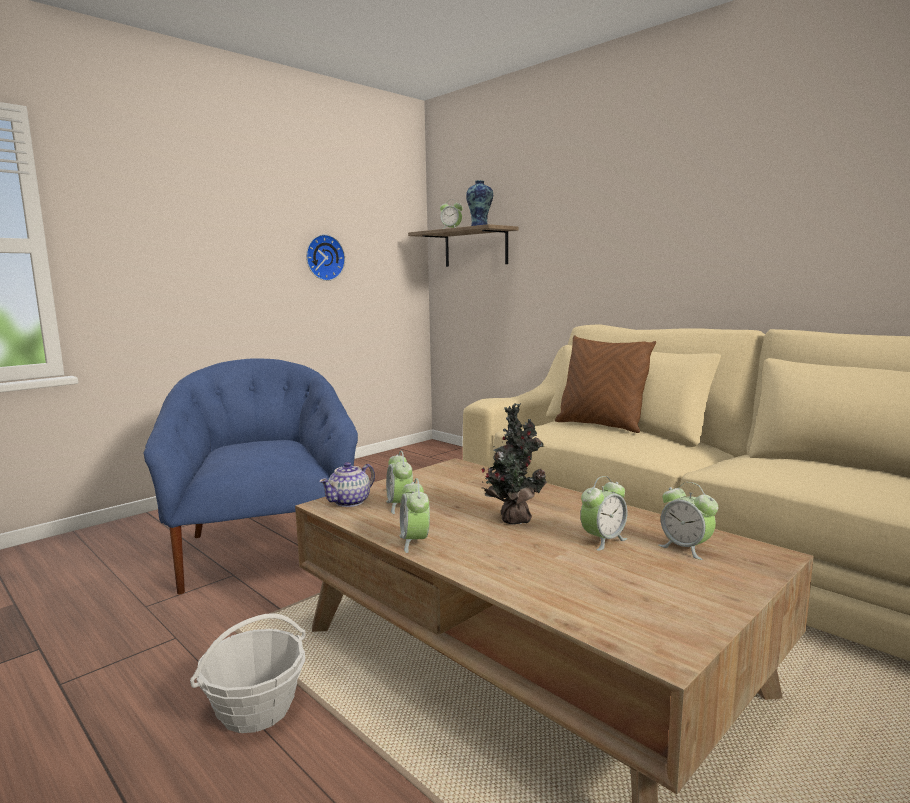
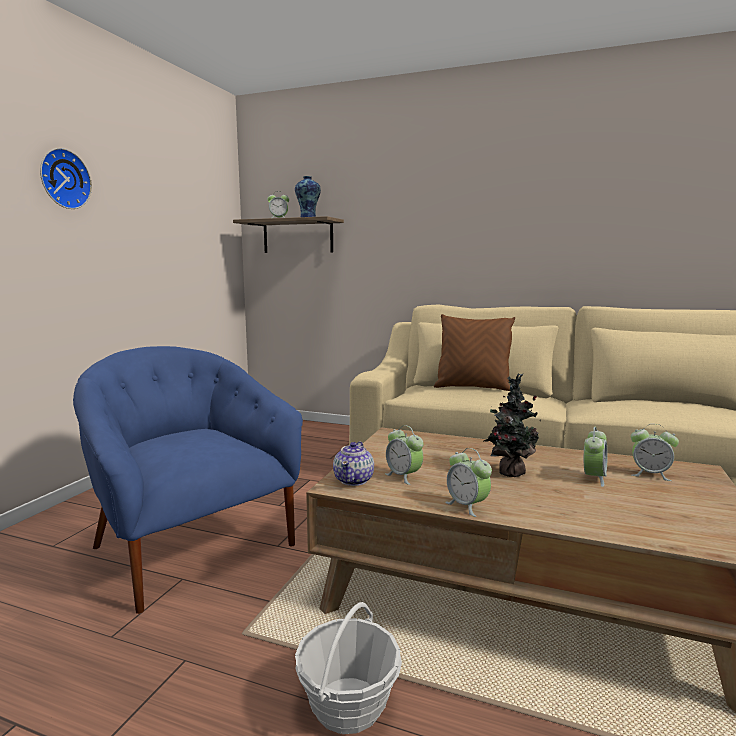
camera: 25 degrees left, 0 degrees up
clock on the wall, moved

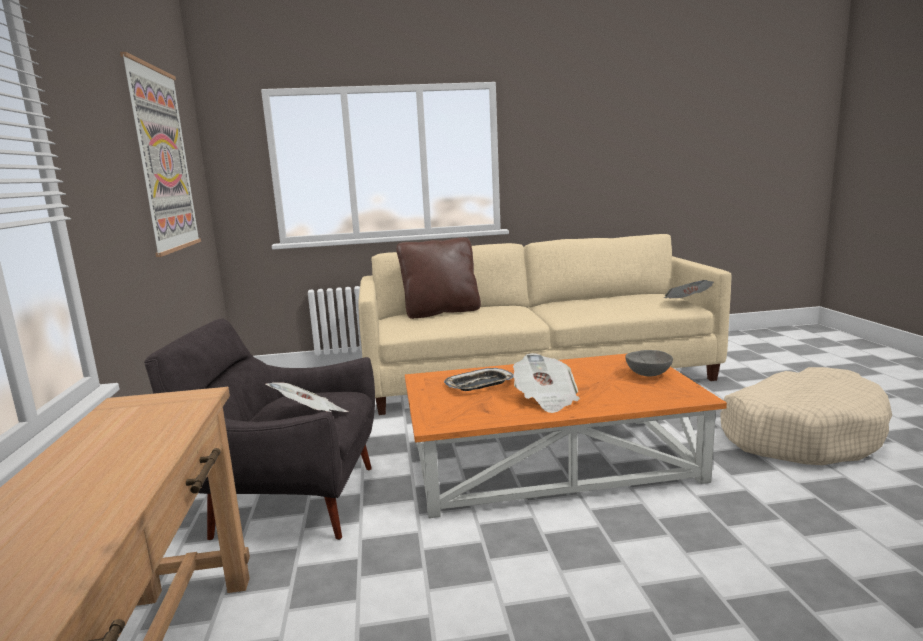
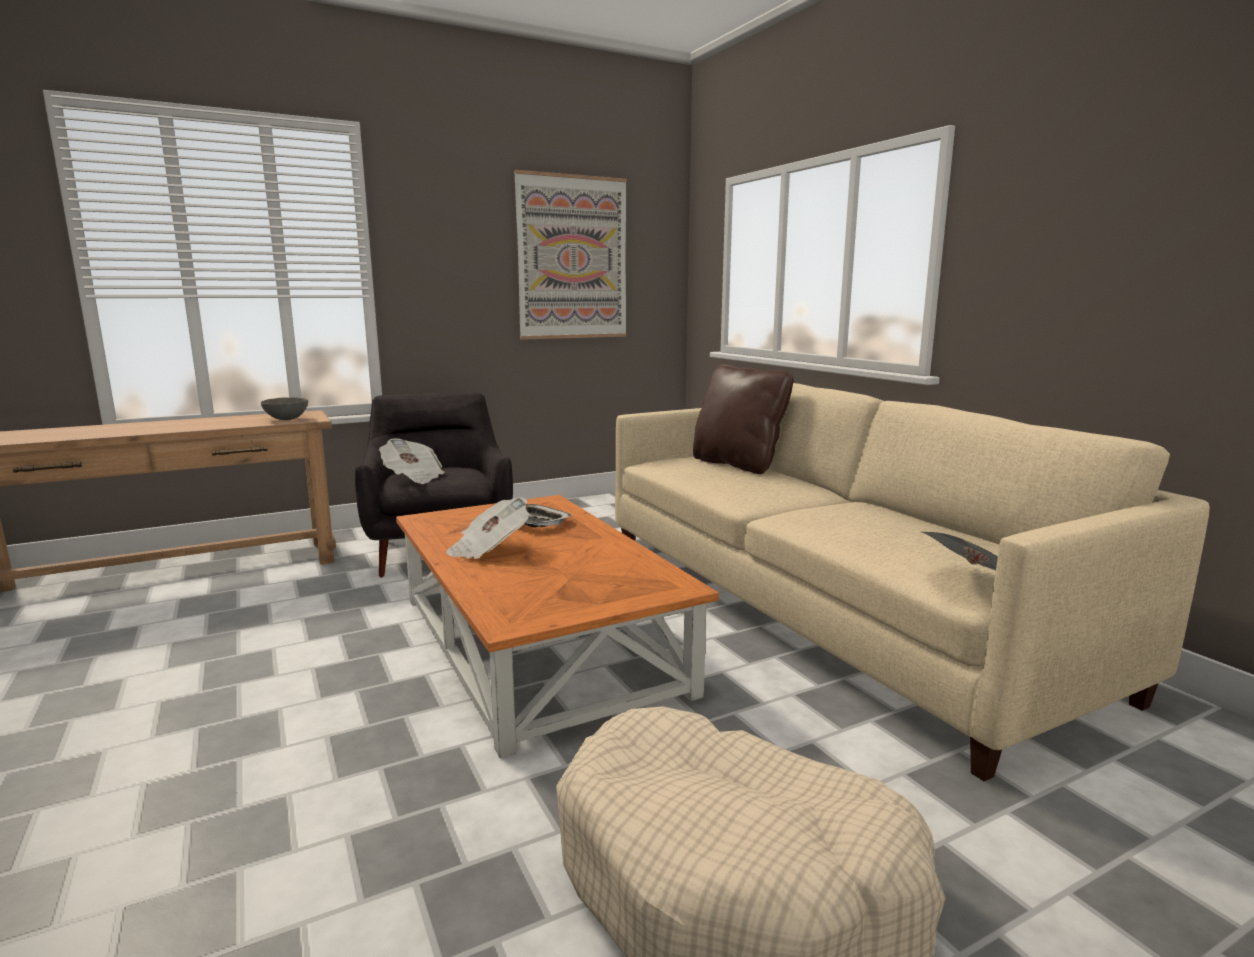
camera: 70 degrees right, 0 degrees up
serving bowl (grey), moved

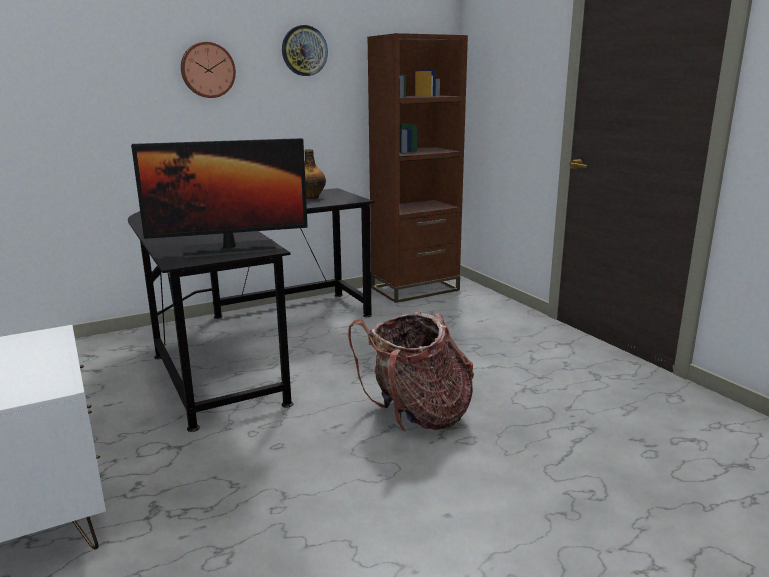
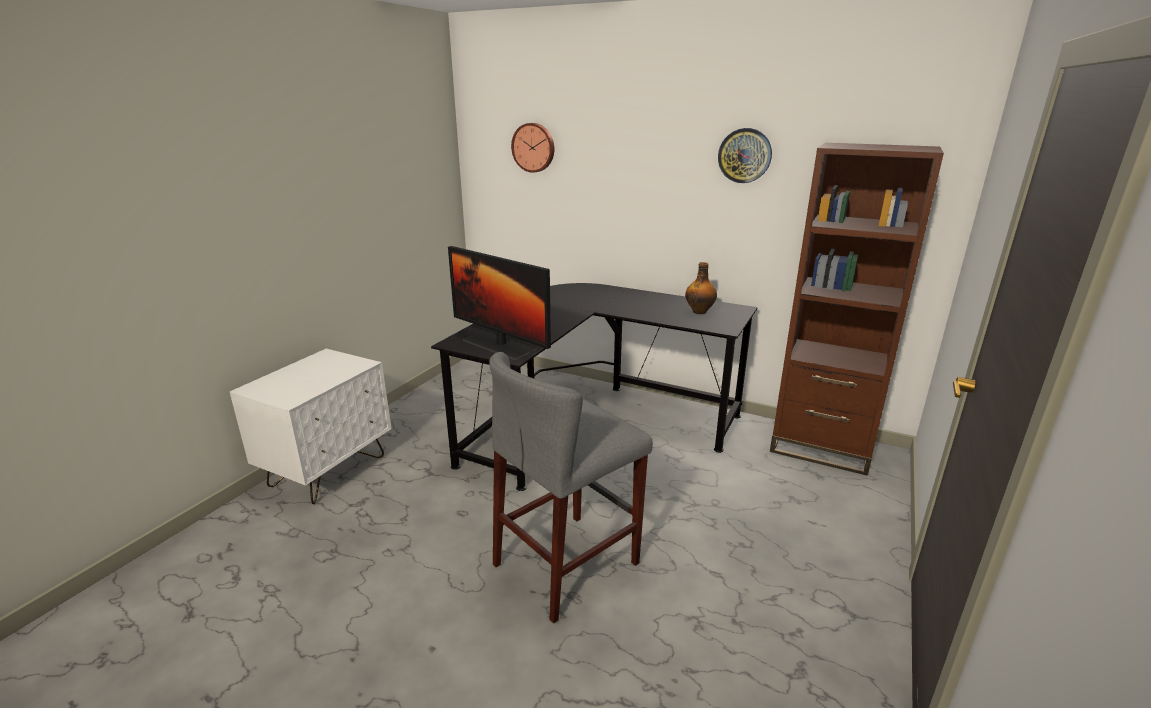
camera: 55 degrees right, 5 degrees up
clock on the wall (1st from left), moved
knapsack => stool seat (grey)

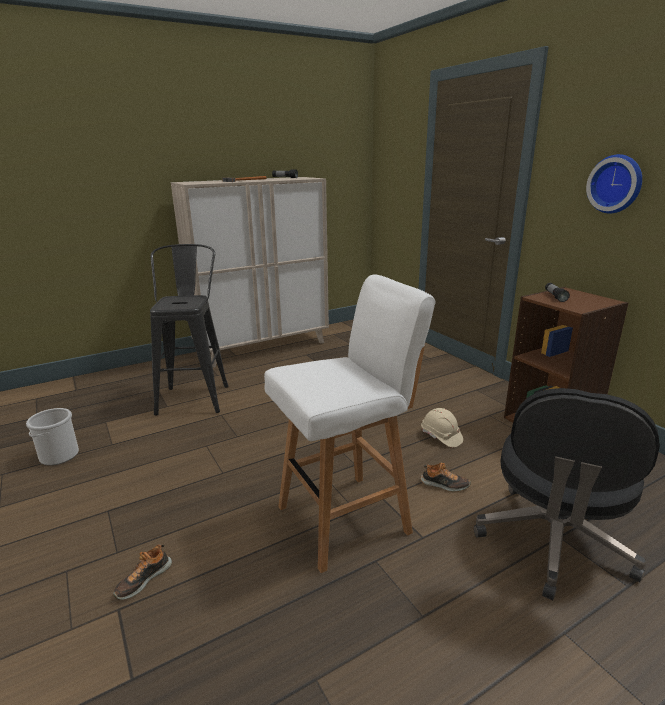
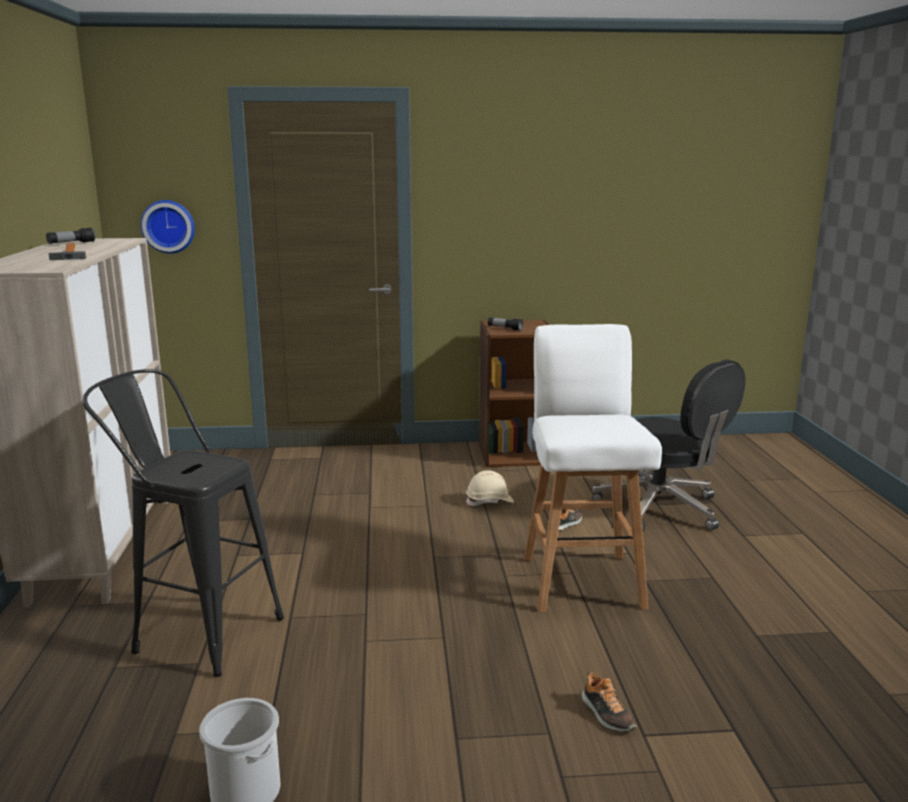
camera: 65 degrees left, 5 degrees down
clock on the wall, moved

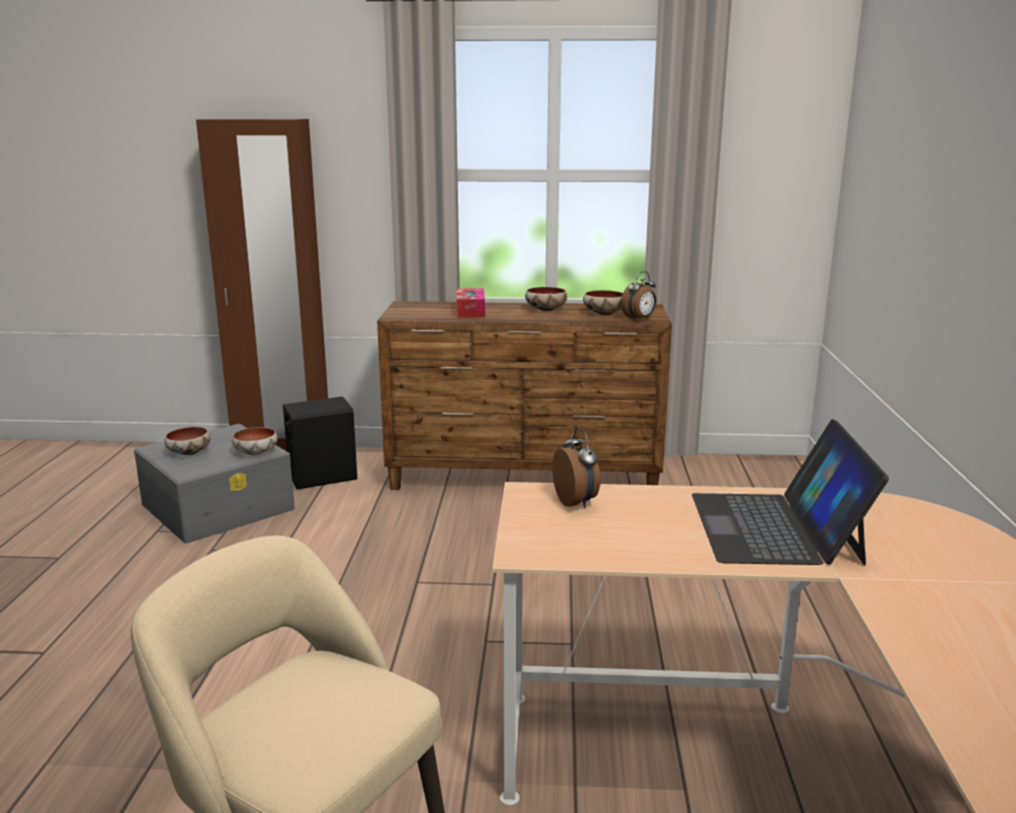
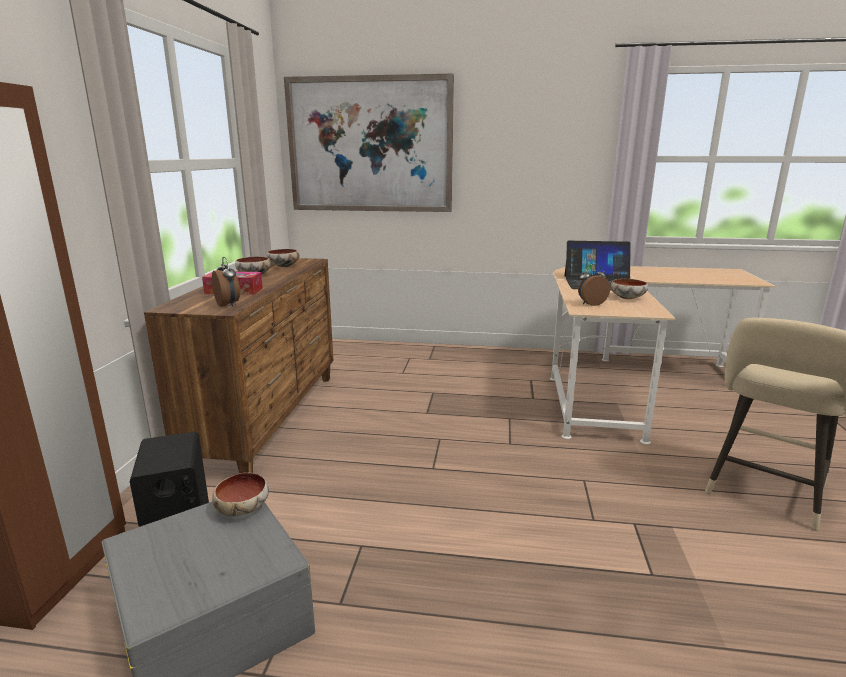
camera: 85 degrees left, 0 degrees up
serving bowl (1st from left in the first image) => serving bowl (4th from left), moved
table clock (2nd from left in the first image) => table clock (1st from left), moved
nothing => picture

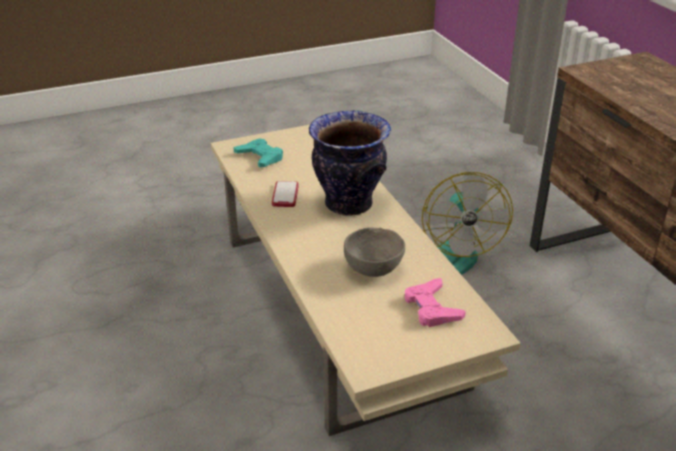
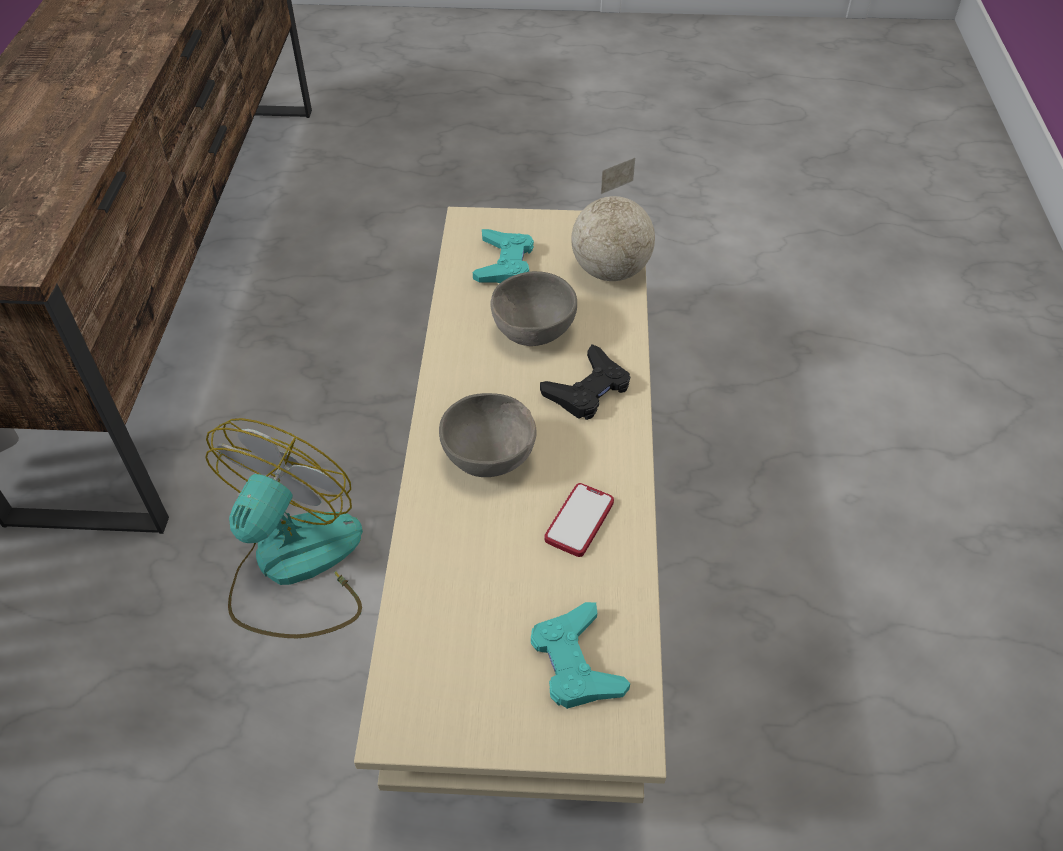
camera: 155 degrees left, 15 degrees up
decorative vase => serving bowl (grey) (1st from left)
joypad (pink) => joypad (blue-green) (1st from left)
nothing => joypad (black-coloured)
nothing => desk globe

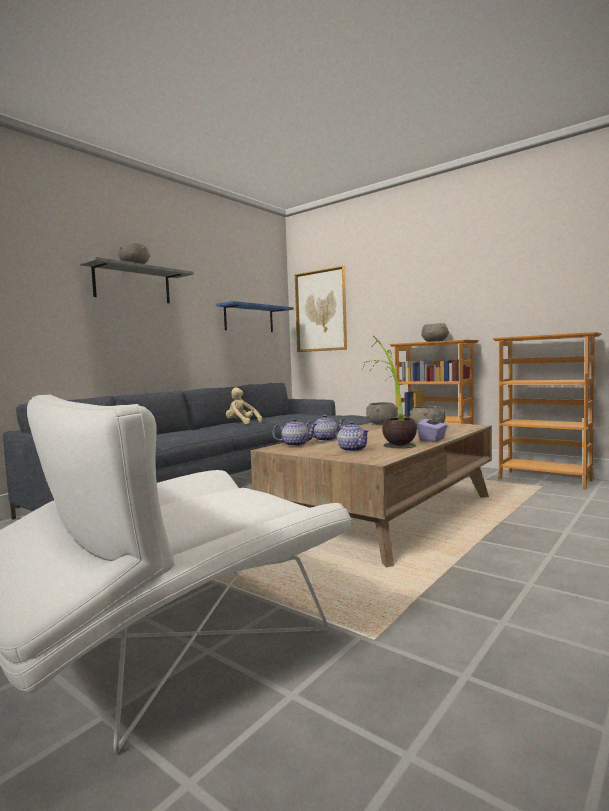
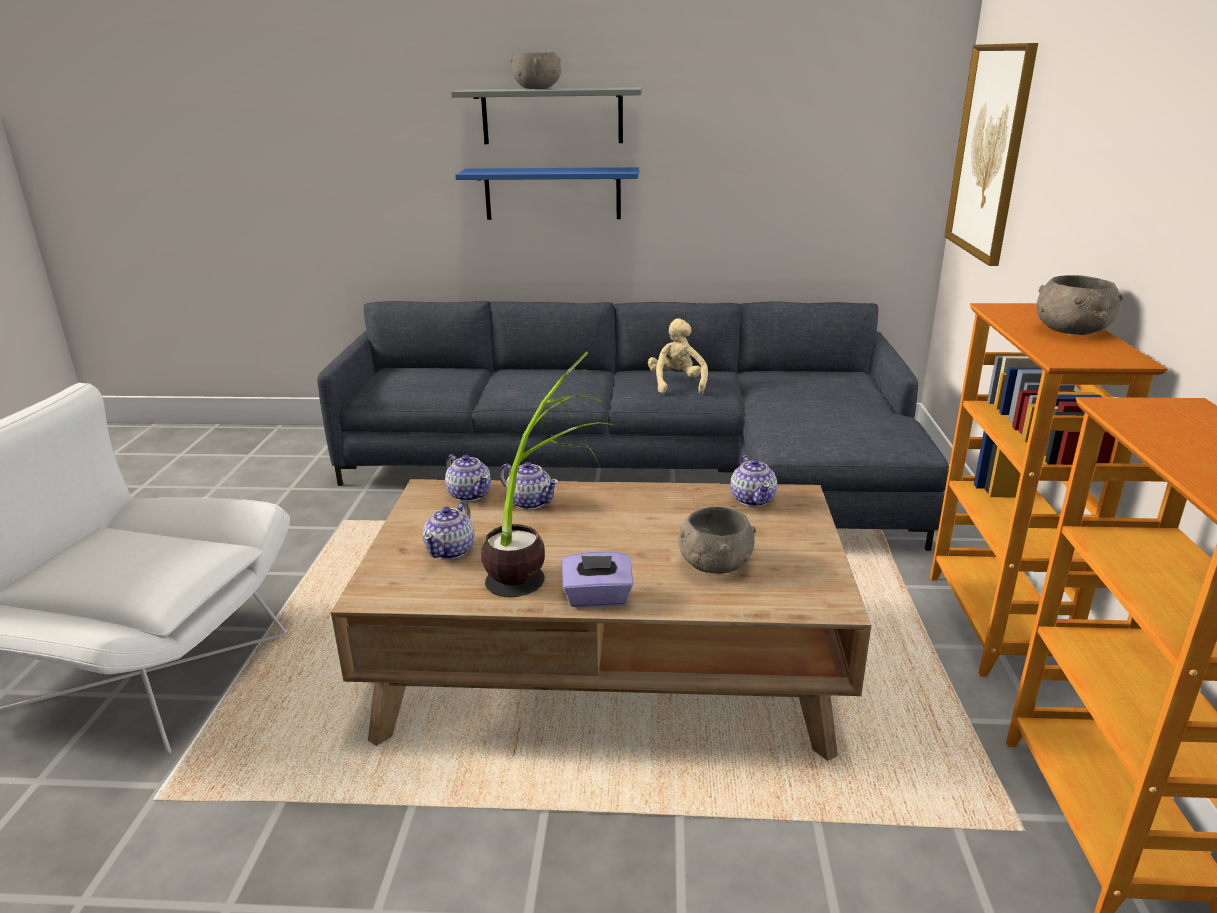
camera: 55 degrees right, 20 degrees up
shelf (blue-coloured), moved
serving bowl (grey) (2nd from left) => teapot (4th from left)

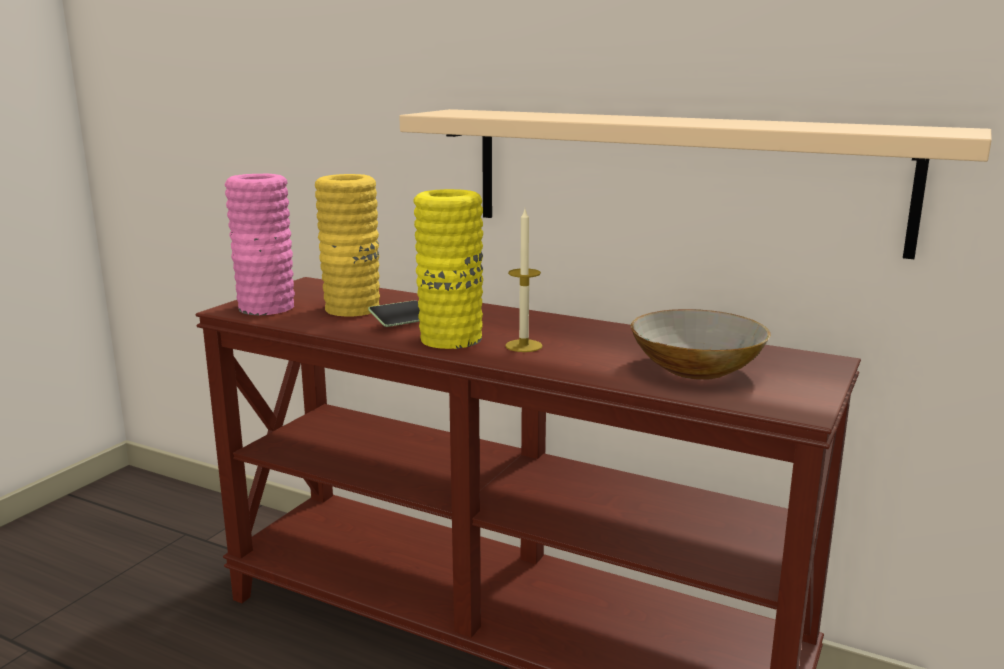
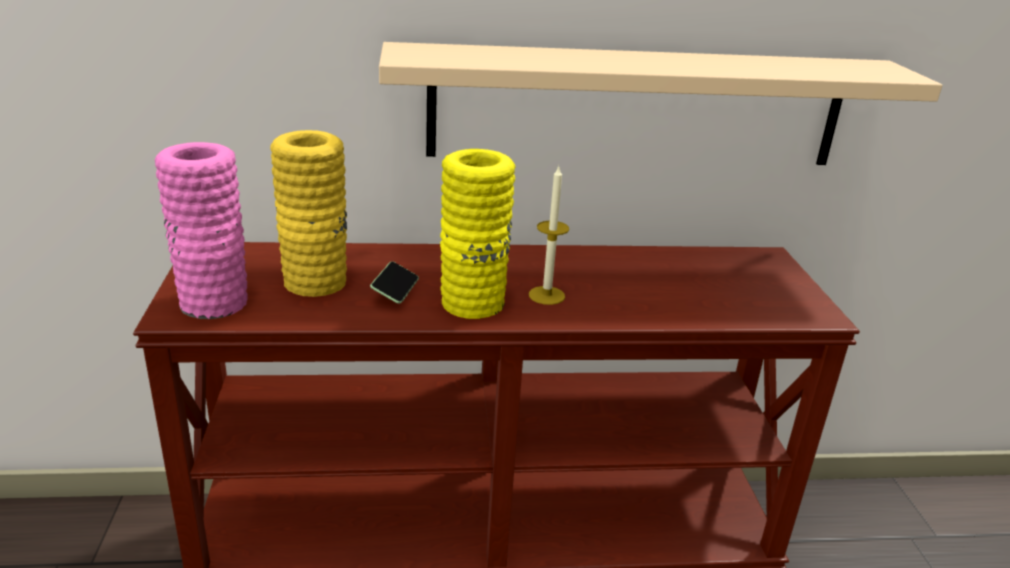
camera: 35 degrees left, 10 degrees up
serving bowl => nothing

